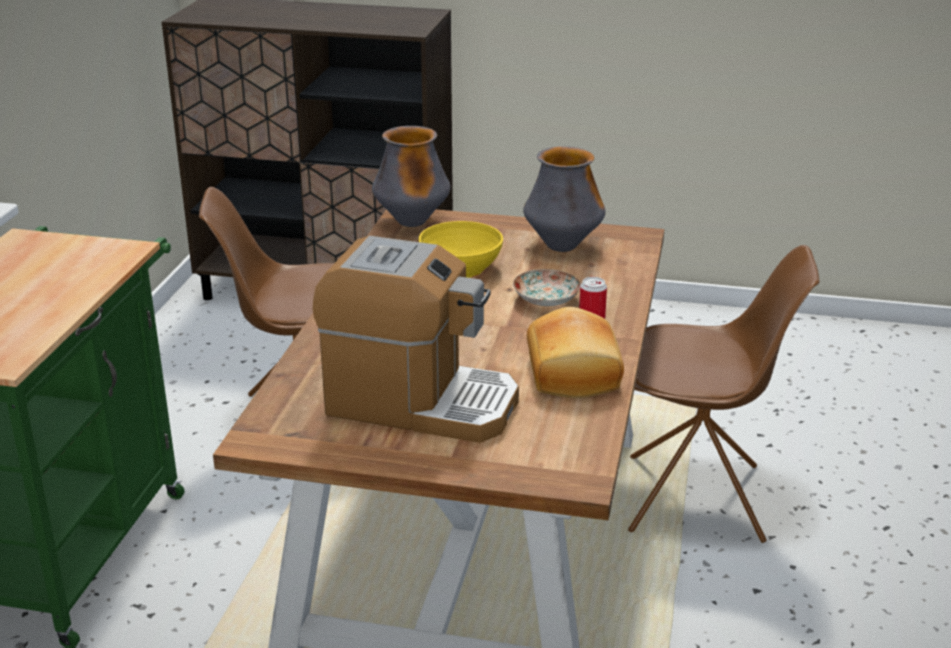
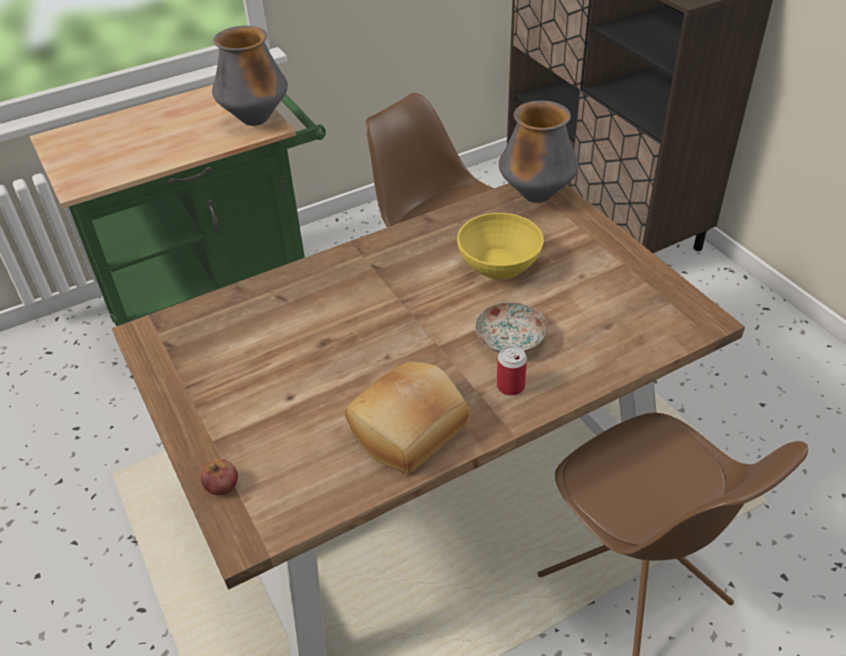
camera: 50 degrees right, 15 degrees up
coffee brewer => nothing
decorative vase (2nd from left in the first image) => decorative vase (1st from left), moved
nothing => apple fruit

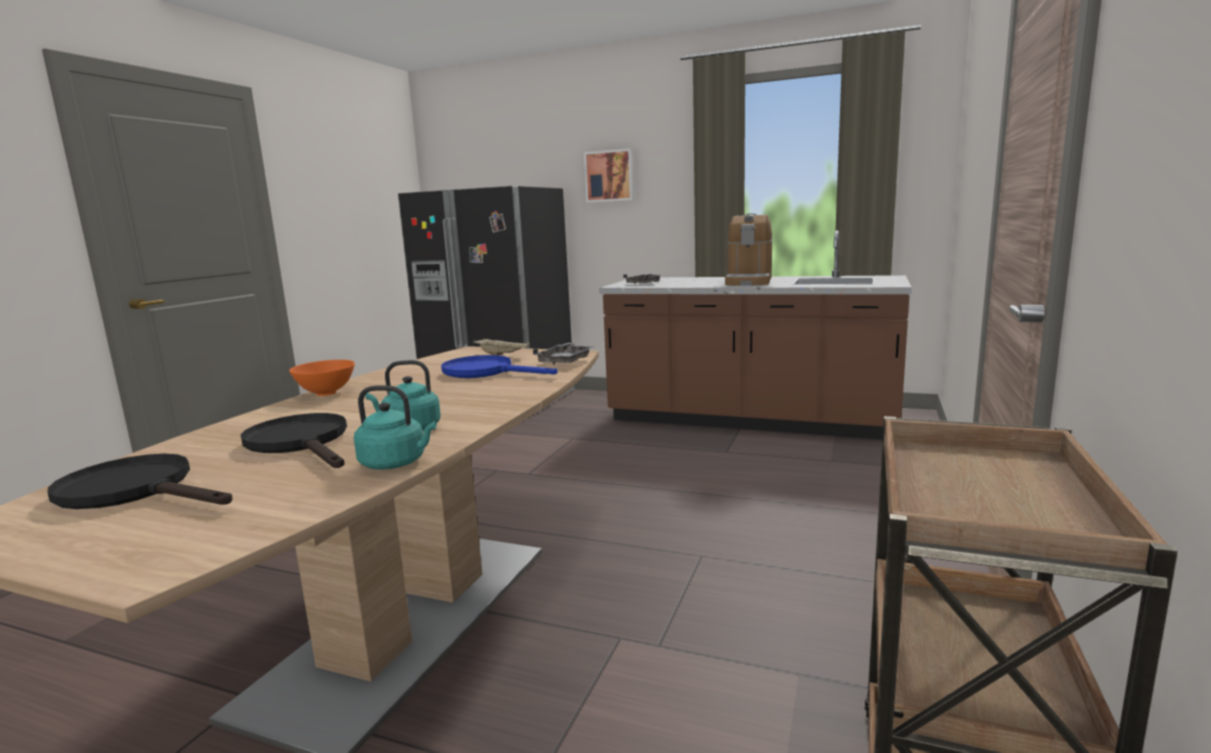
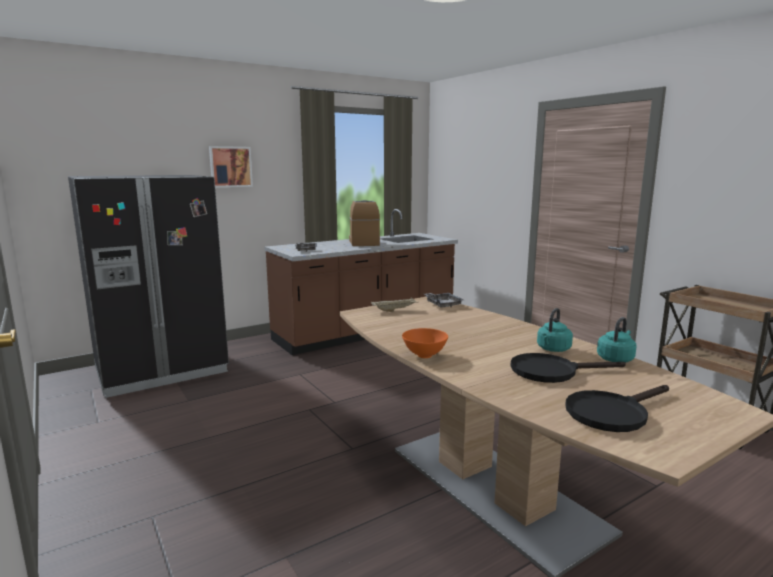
camera: 55 degrees left, 0 degrees up
frying pan (blue-coloured) => nothing
coffee brewer, 150 degrees counterclockwise

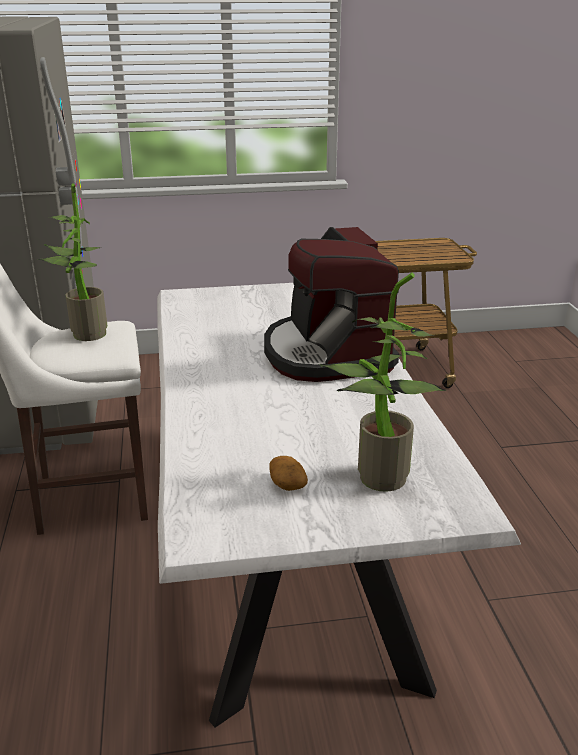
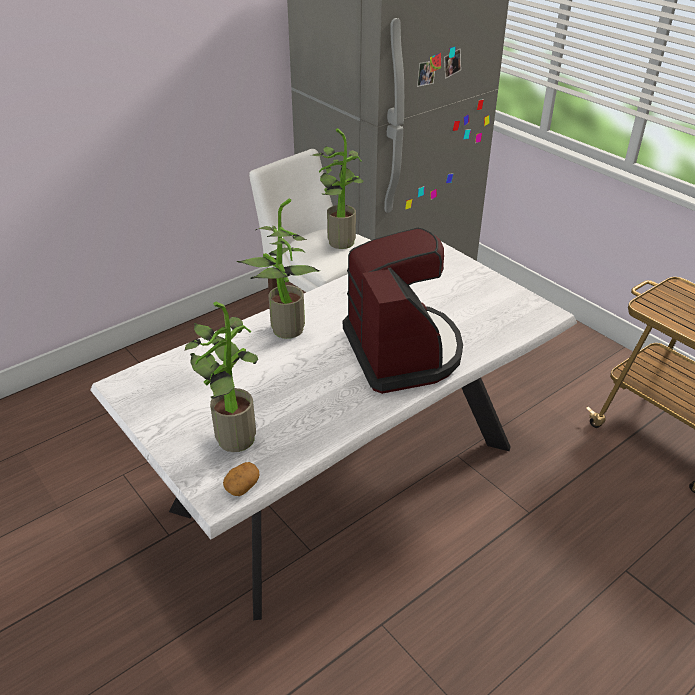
camera: 60 degrees right, 10 degrees up
coffee brewer, 120 degrees clockwise
spud, moved
nothing => houseplant (2nd from left)

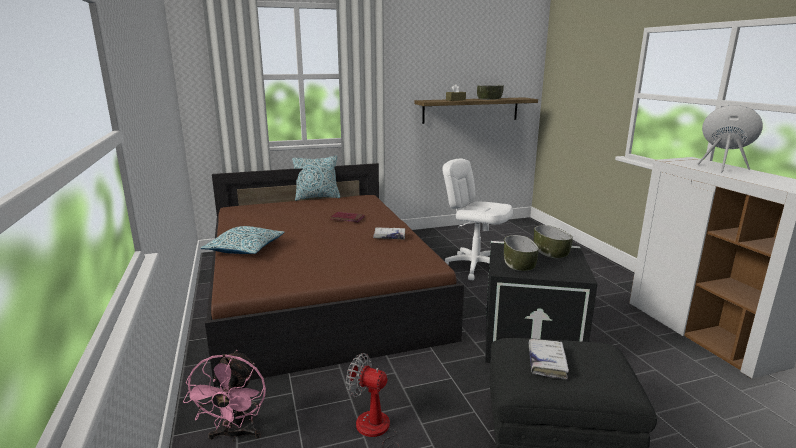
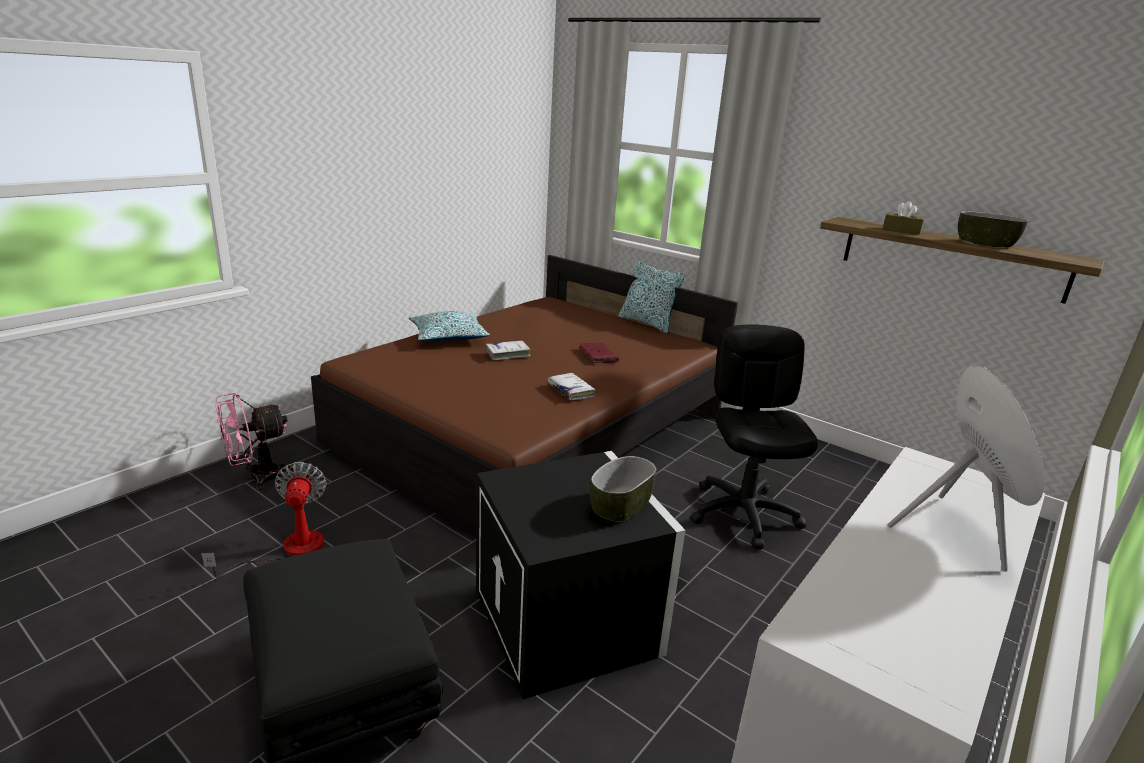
camera: 55 degrees right, 5 degrees up
office chair (whitish) => office chair (black-coloured)
serving bowl (2nd from left) => nothing
book (whitish) (2nd from left in the first image) => book (whitish) (1st from left), moved

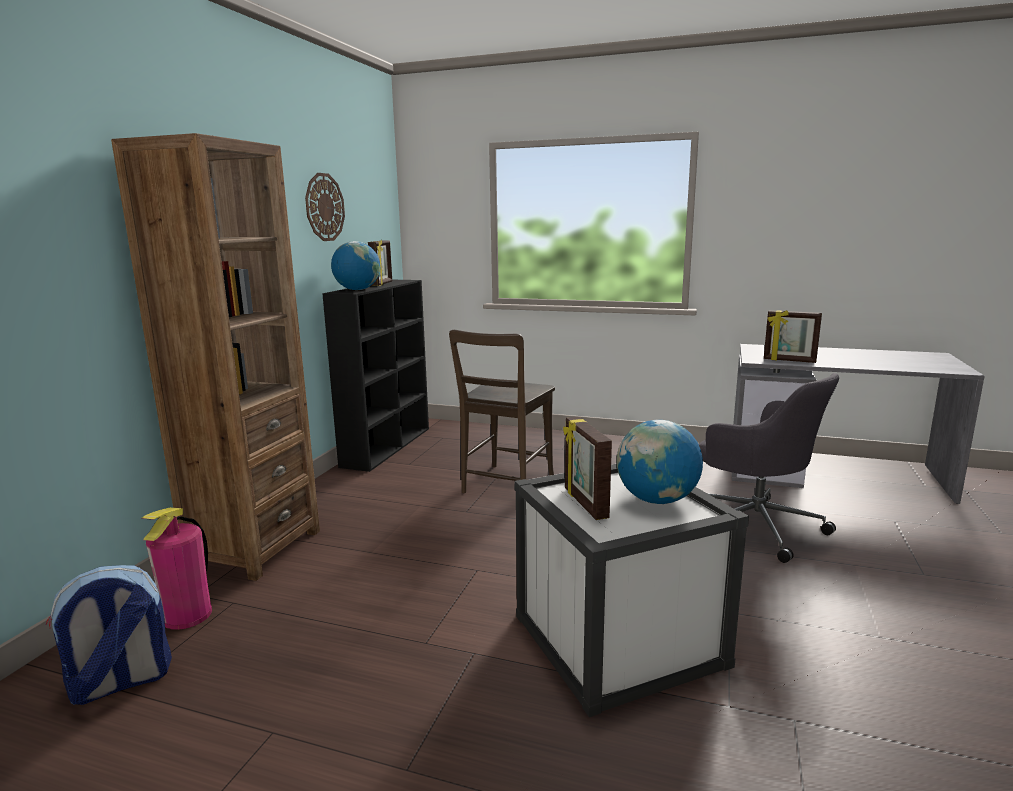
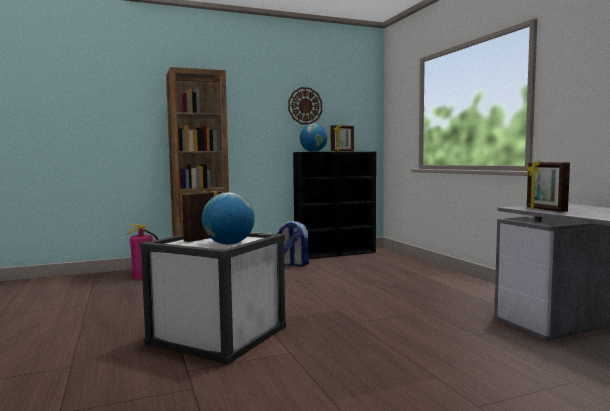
camera: 50 degrees right, 10 degrees down
knapsack, moved
chair (brown-coloured) => nothing
office chair (grey) => nothing

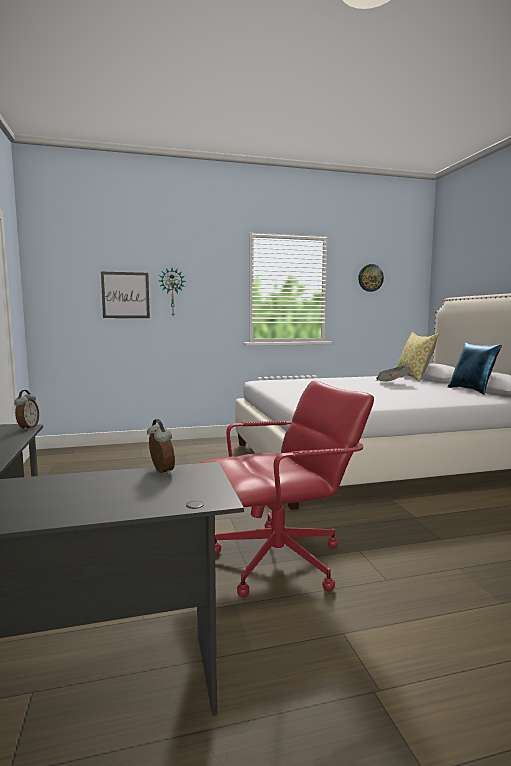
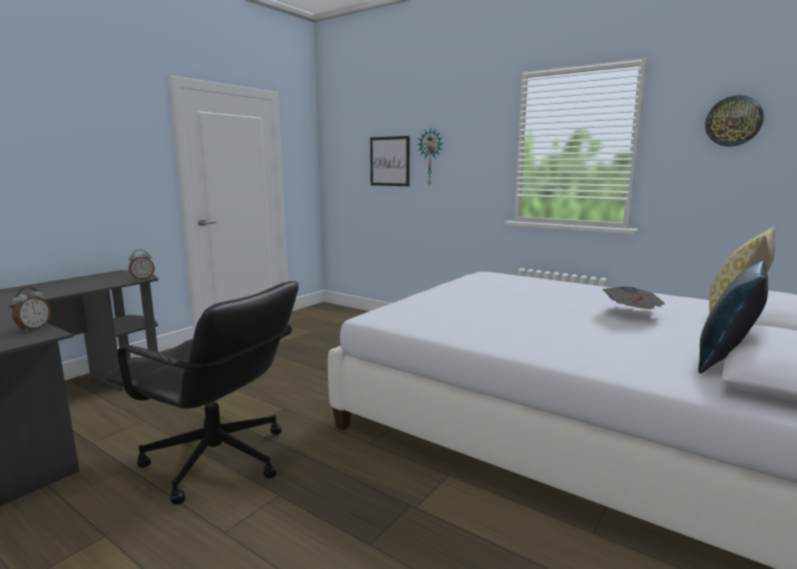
camera: 50 degrees right, 5 degrees up
office chair (reddish) => office chair (black-coloured)

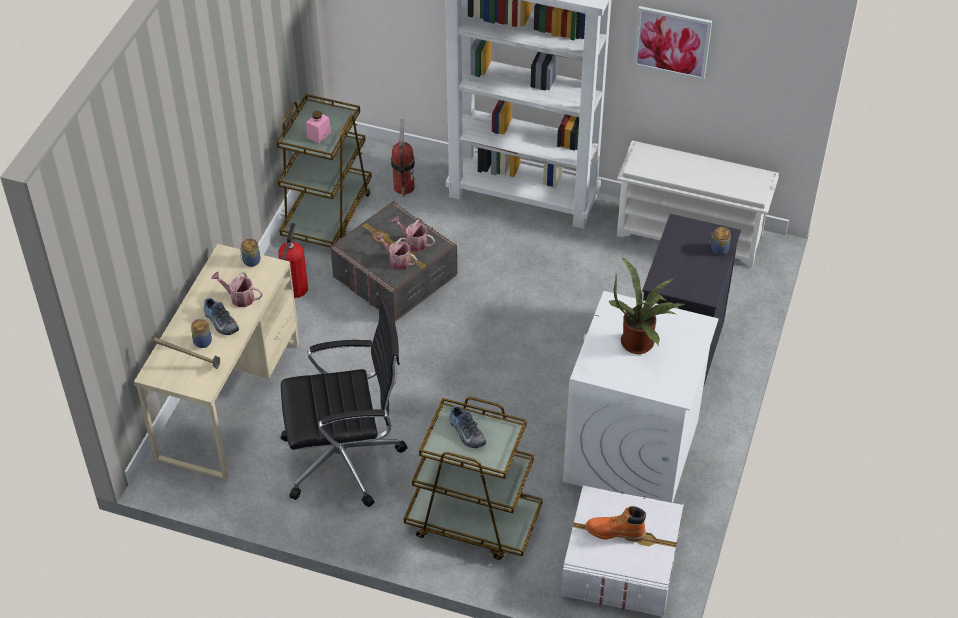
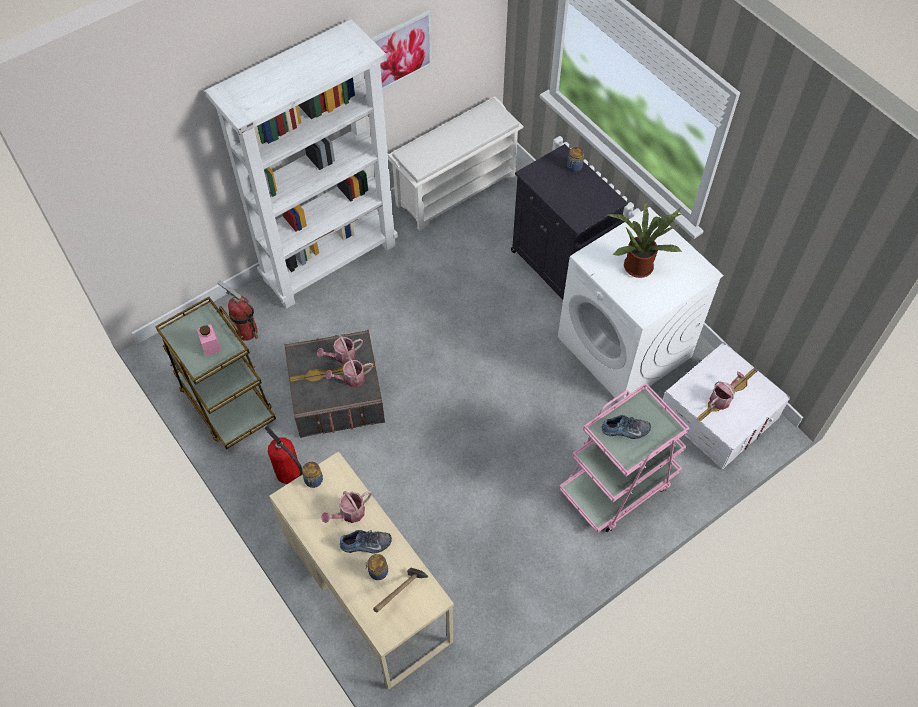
camera: 55 degrees left, 10 degrees up
office chair (black-coloured) => nothing
trolley (brown-coloured) (2nd from left) => trolley (pink)
boot (orange-coloured) => watering can (4th from left)

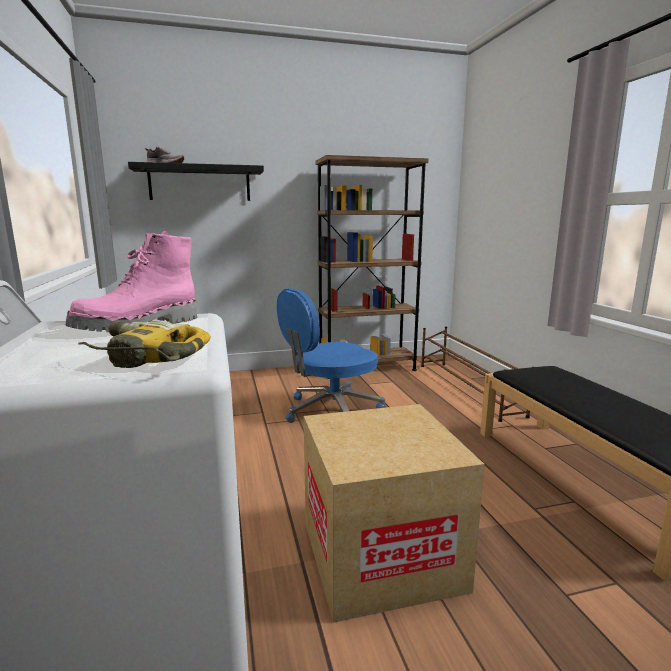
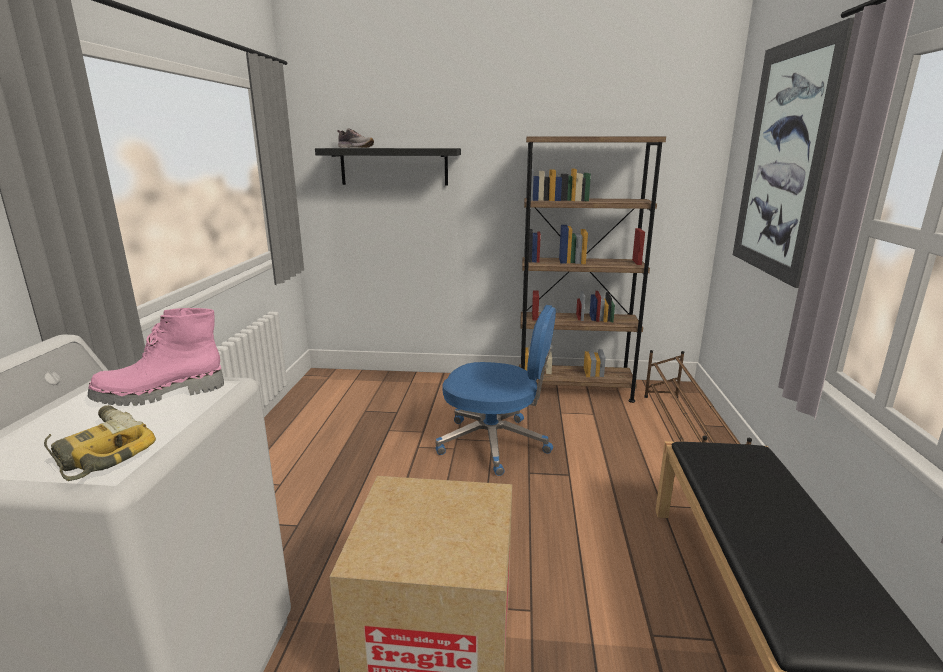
camera: 20 degrees right, 5 degrees up
office chair (blue-coloured), 150 degrees counterclockwise
nothing => picture

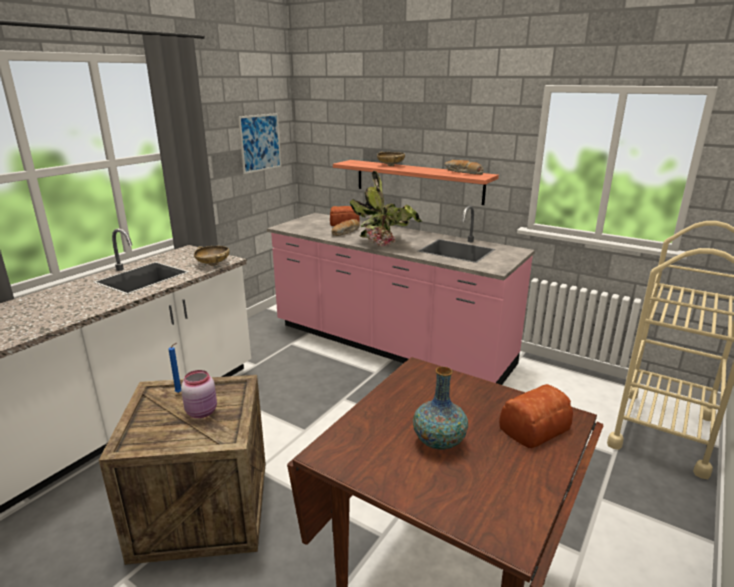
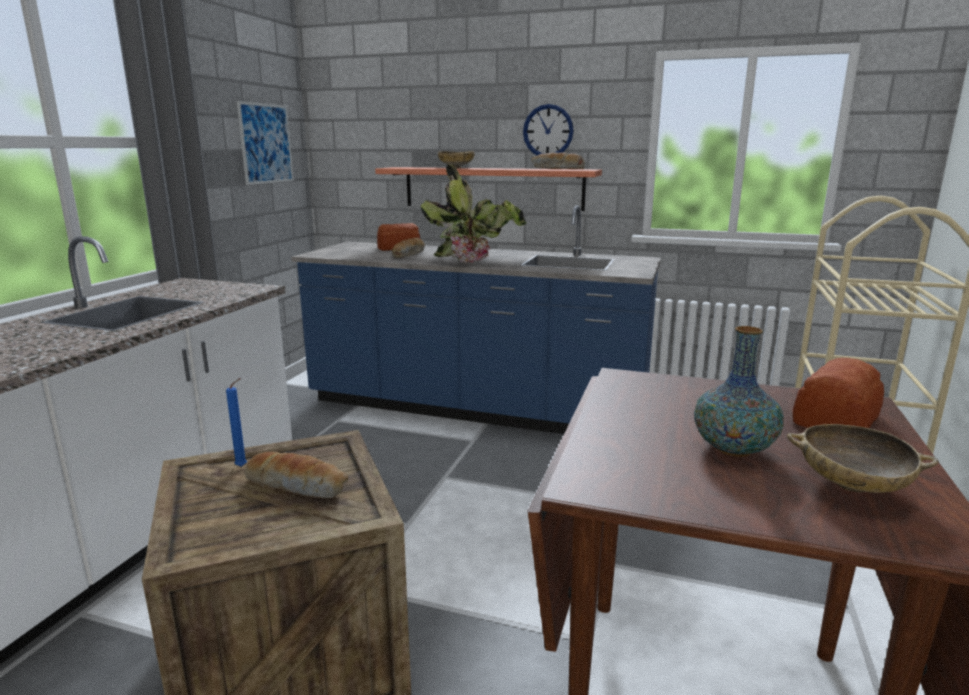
camera: 15 degrees left, 5 degrees down
storage jar (pink) => baked bread (1st from left)
serving bowl (beige) (1st from left in the first image) => serving bowl (beige) (2nd from left), moved
counter (pink) => counter (blue-coloured)
nothing => clock on the wall

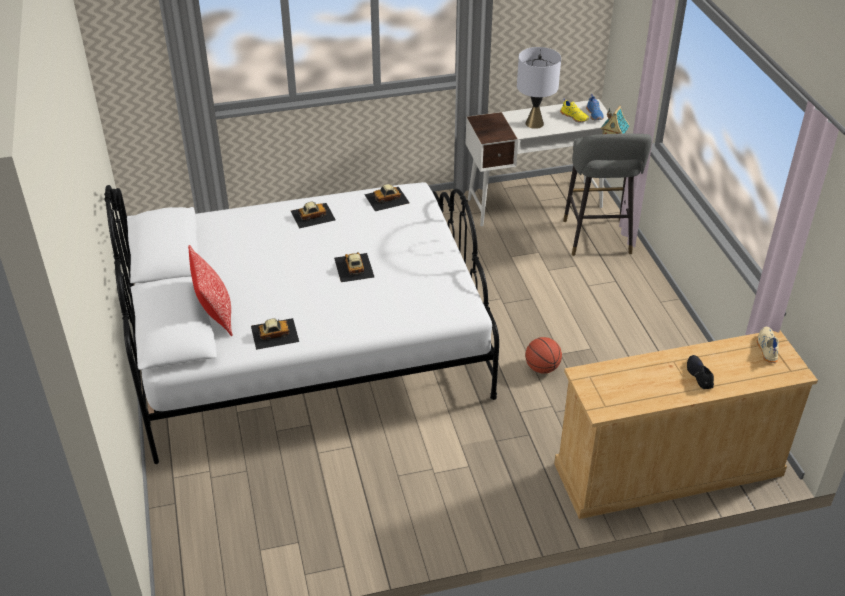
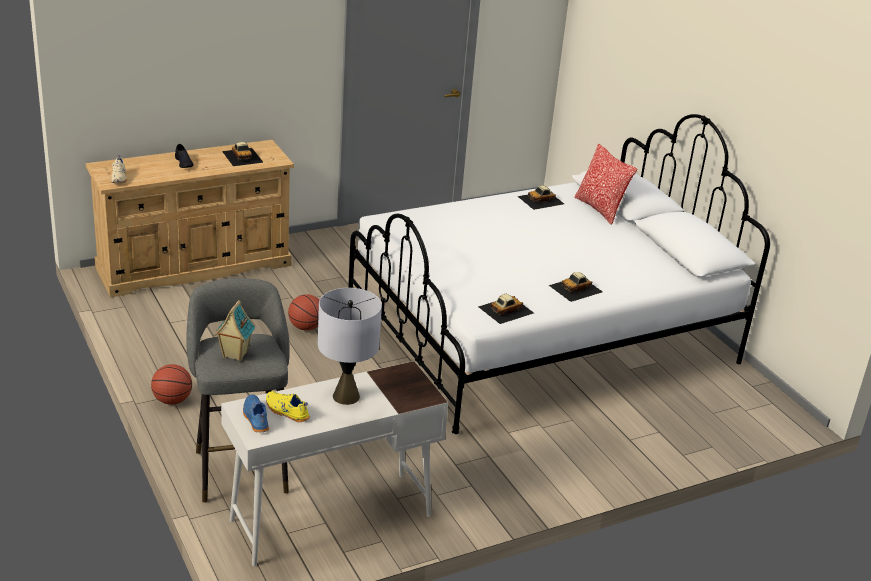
camera: 165 degrees right, 10 degrees down
miniature car (3rd from left in the first image) => miniature car (1st from left), moved
nothing => basketball (1st from left)

